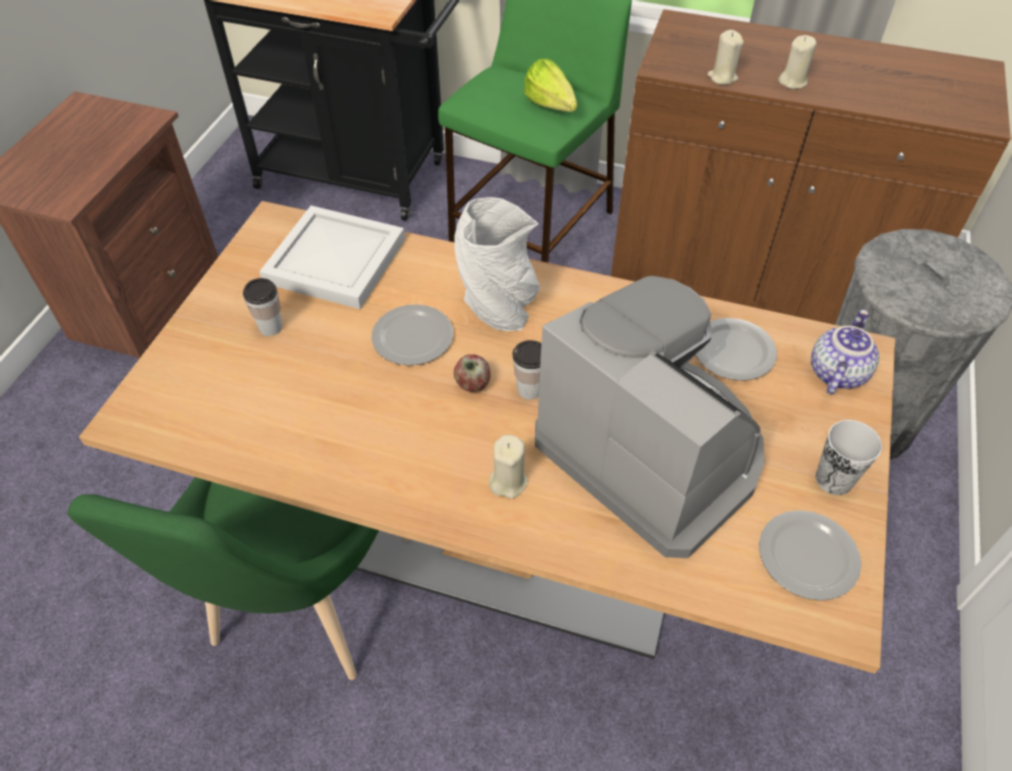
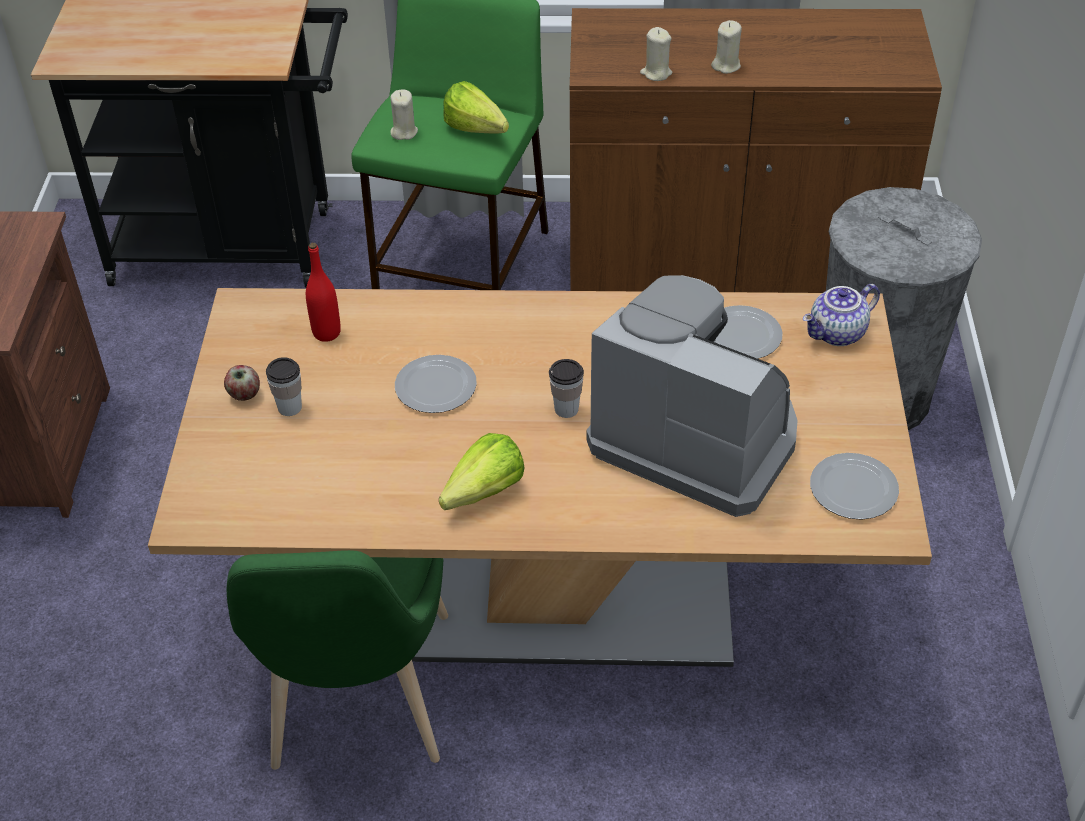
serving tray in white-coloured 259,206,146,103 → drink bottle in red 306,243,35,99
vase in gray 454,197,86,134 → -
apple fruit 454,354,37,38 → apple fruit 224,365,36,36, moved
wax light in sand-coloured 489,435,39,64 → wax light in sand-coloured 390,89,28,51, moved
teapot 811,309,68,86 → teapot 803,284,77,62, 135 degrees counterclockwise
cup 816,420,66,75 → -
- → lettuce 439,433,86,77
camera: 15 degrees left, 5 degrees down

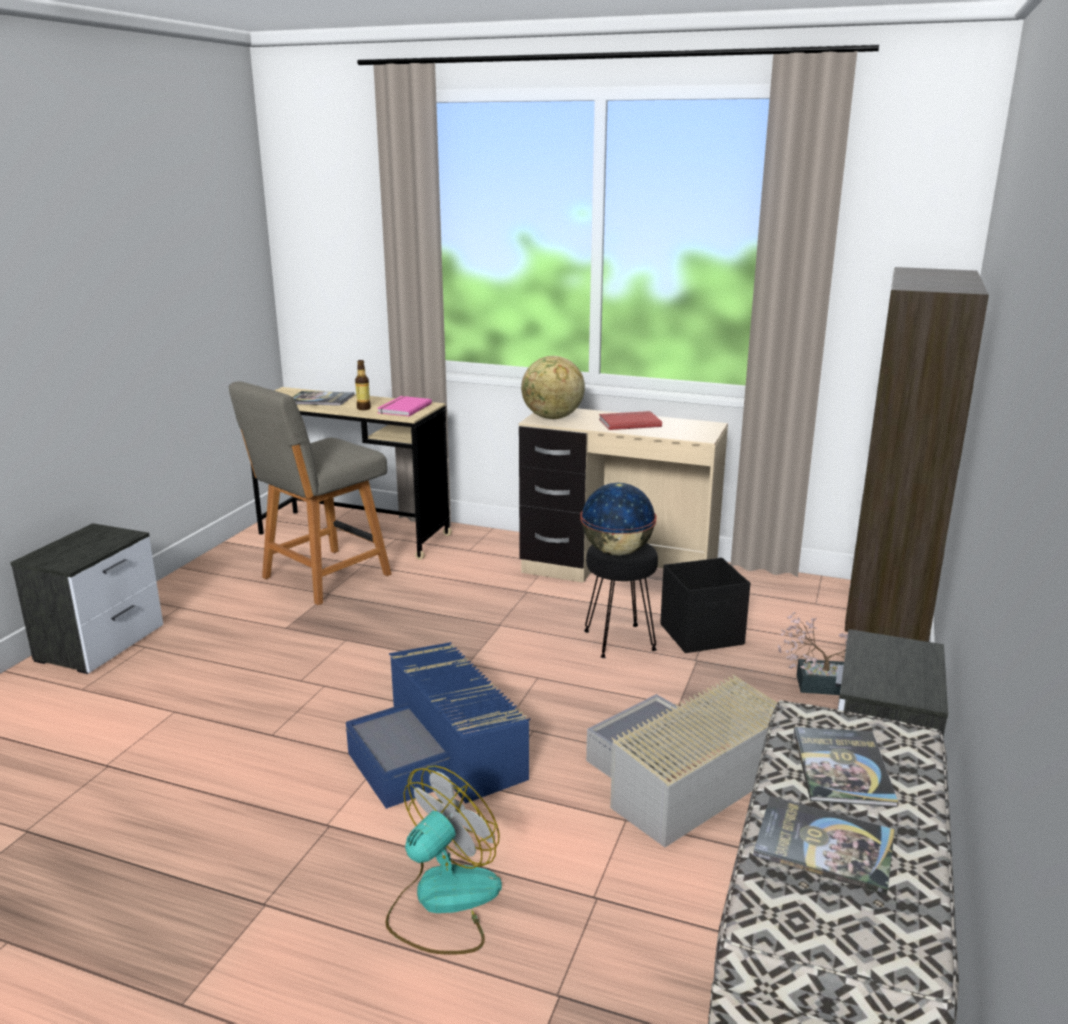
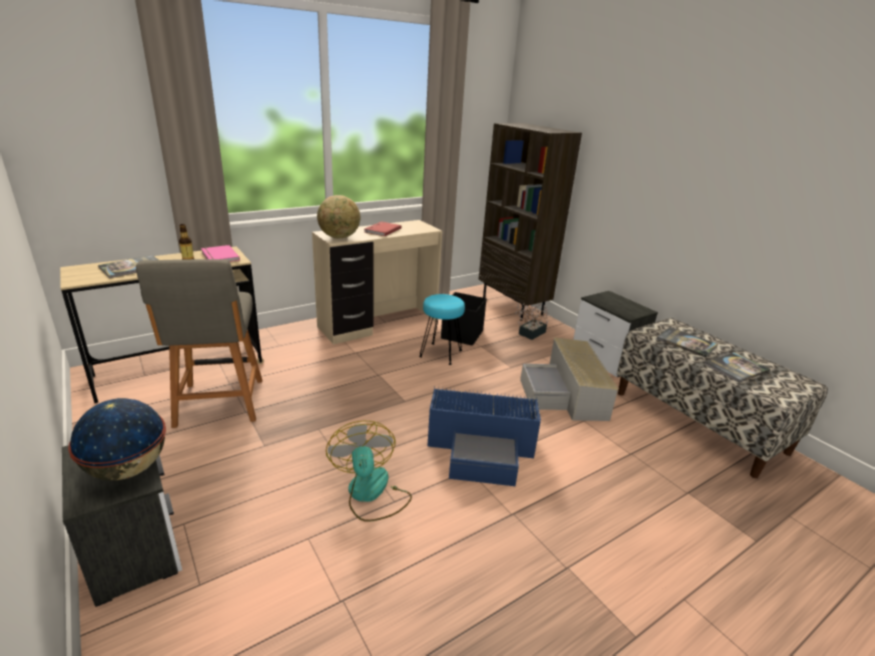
electric fan 385,765,117,190 → electric fan 326,421,86,101, moved
world globe 580,483,77,73 → world globe 68,398,98,82, moved
stool in black 584,543,74,115 → stool in blue-green 419,294,46,71
camera: 55 degrees left, 5 degrees up

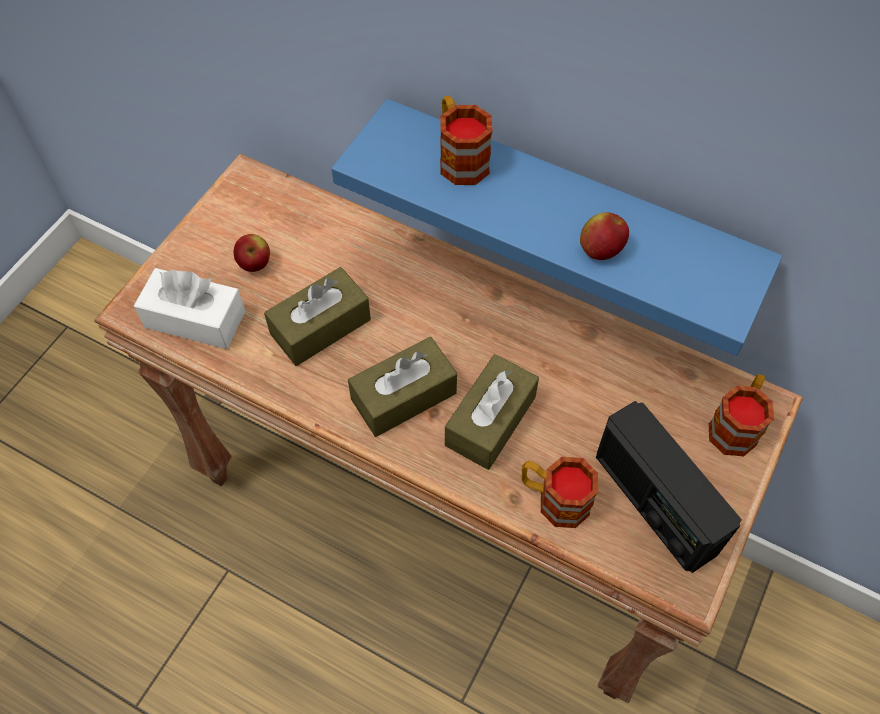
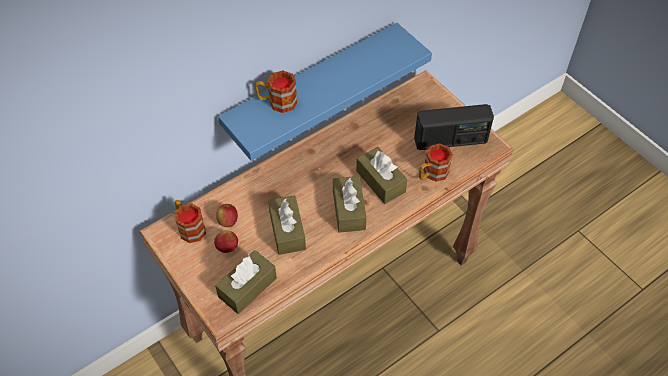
tissue box in white-coloured 134,268,111,81 → tissue box in brown 215,250,62,64
apple fruit 580,212,49,48 → apple fruit 216,204,22,23, moved
coffee mug 708,374,66,82 → coffee mug 175,200,31,43, moved
camera: 65 degrees left, 5 degrees down

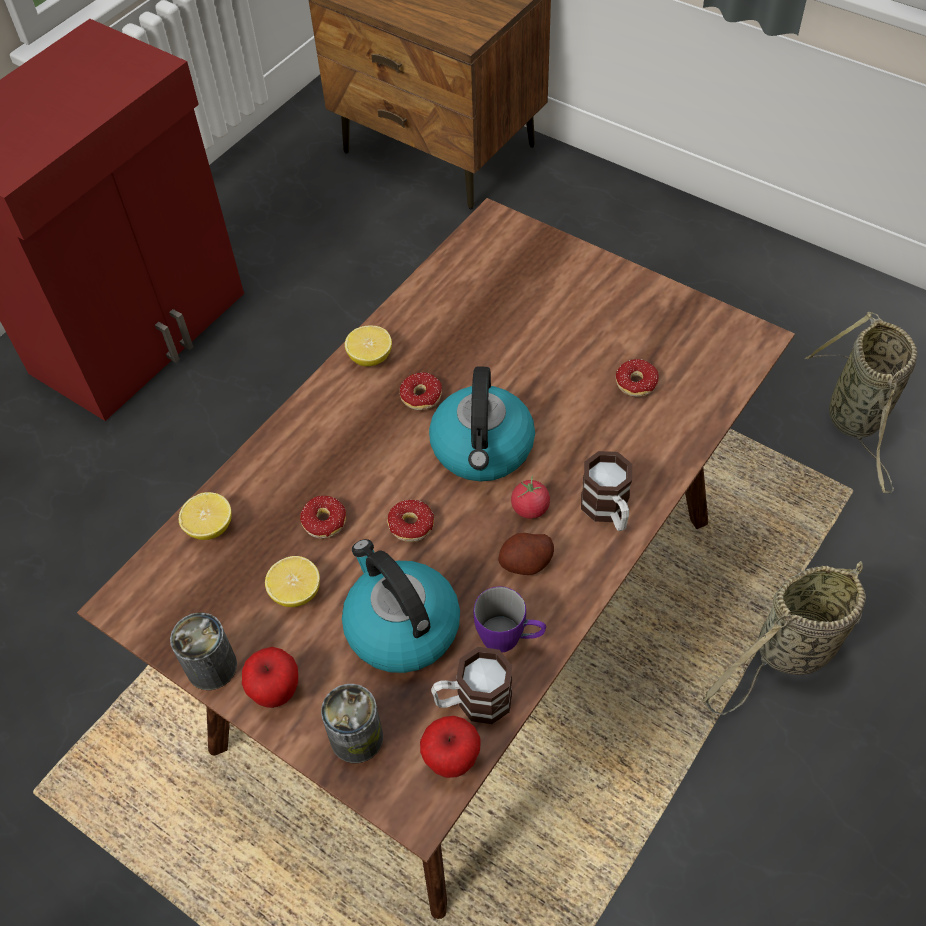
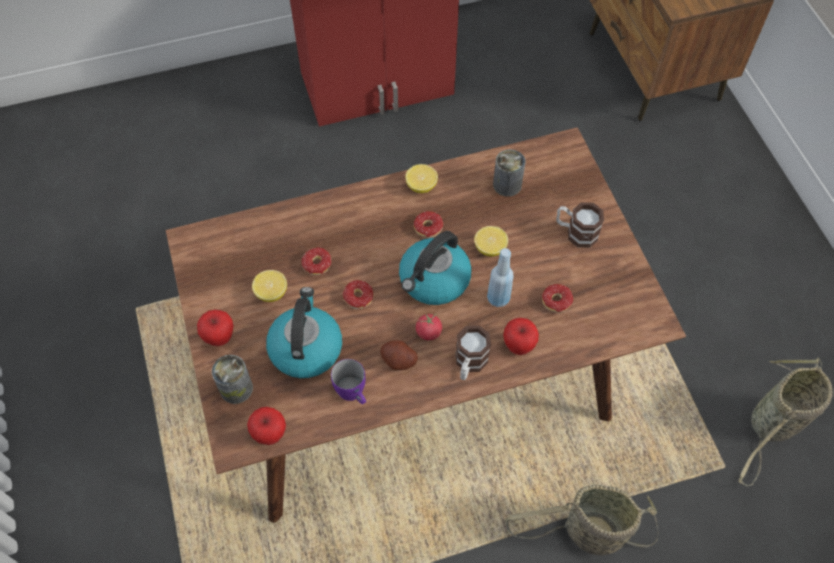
metal can 170,613,67,77 → metal can 493,149,33,48, moved
lemon 179,492,53,48 → lemon 474,226,34,31, moved
coffee mug 431,647,82,77 → coffee mug 556,202,48,46, moved
- → drink bottle in blue-coloured 487,248,26,59
- → apple fruit 503,318,36,37
camera: 35 degrees right, 5 degrees up

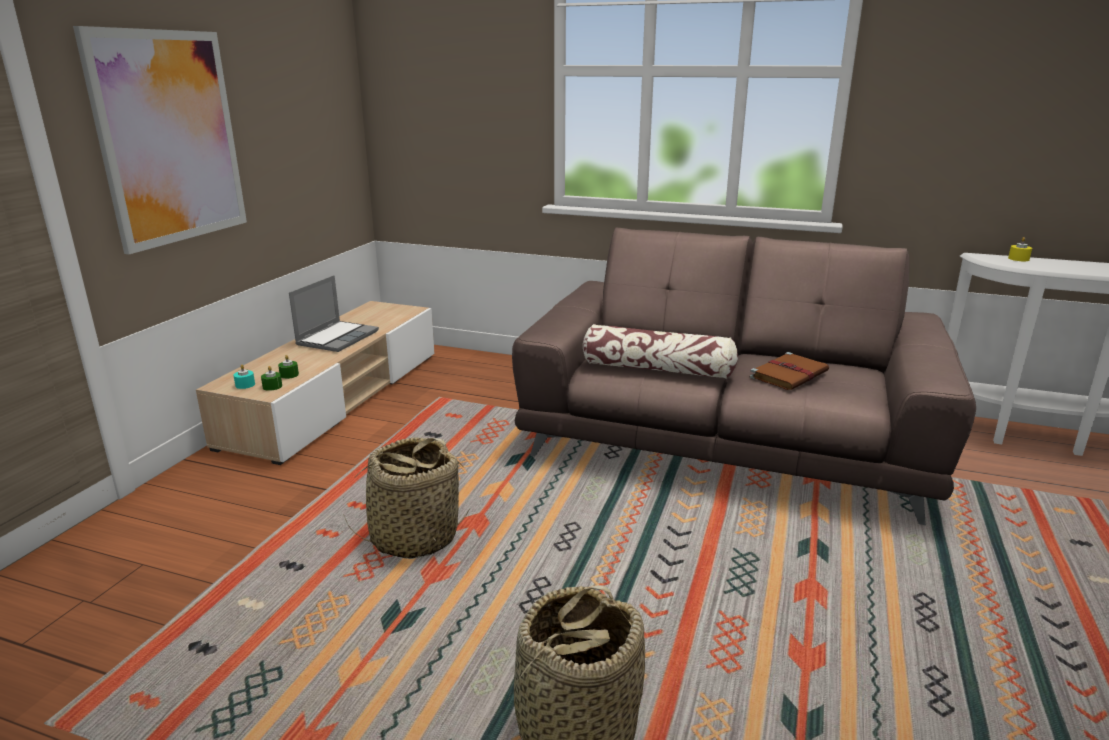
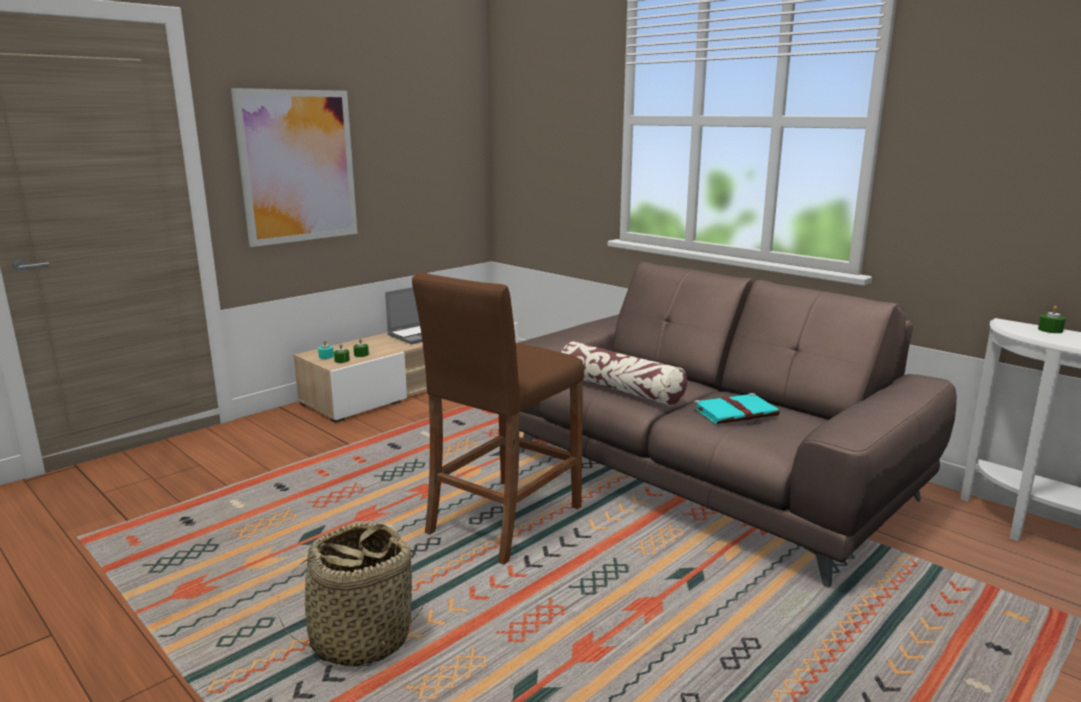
household basket 343,437,127,122 → -
book in brown 750,352,79,38 → book in blue-green 693,393,87,31
wax light in yellowish 1008,237,24,24 → wax light in green-coloured 1038,306,28,27
- → stool in brown 412,272,172,293
camera: 25 degrees right, 5 degrees down

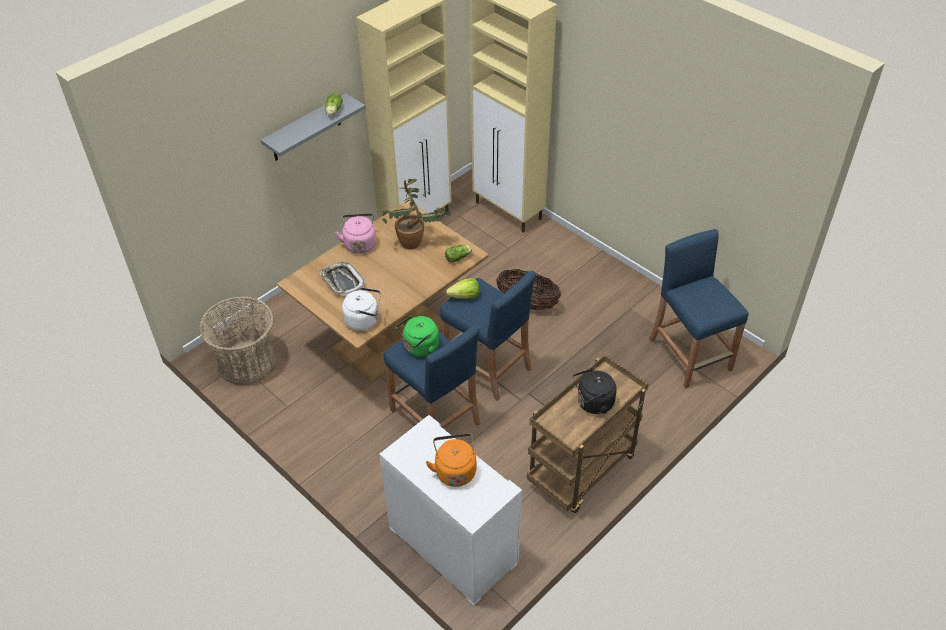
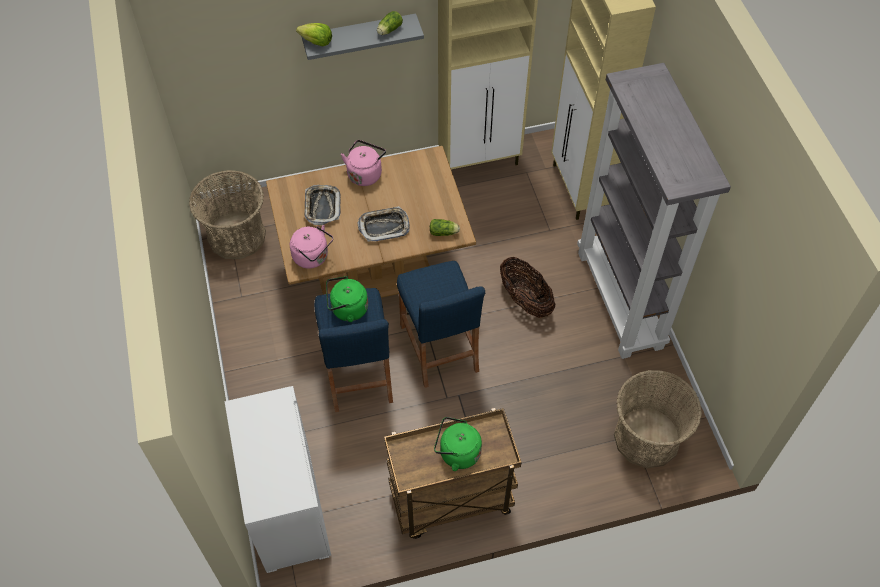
water kettle in white-coloured 342,287,39,44 → water kettle in pink-coloured 290,225,43,44
plant in a pot 382,178,69,71 → -
water kettle in orange 426,433,50,54 → -
lettuce 446,278,33,21 → lettuce 296,23,36,23, moved
water kettle in black 573,368,44,46 → water kettle in green-coloured 434,417,48,54
stool in blue-coloured 649,229,100,160 → household basket 614,370,88,98
- → serving tray 357,206,53,36
- → bookshelf in gray 577,63,154,296
camera: 30 degrees right, 10 degrees up

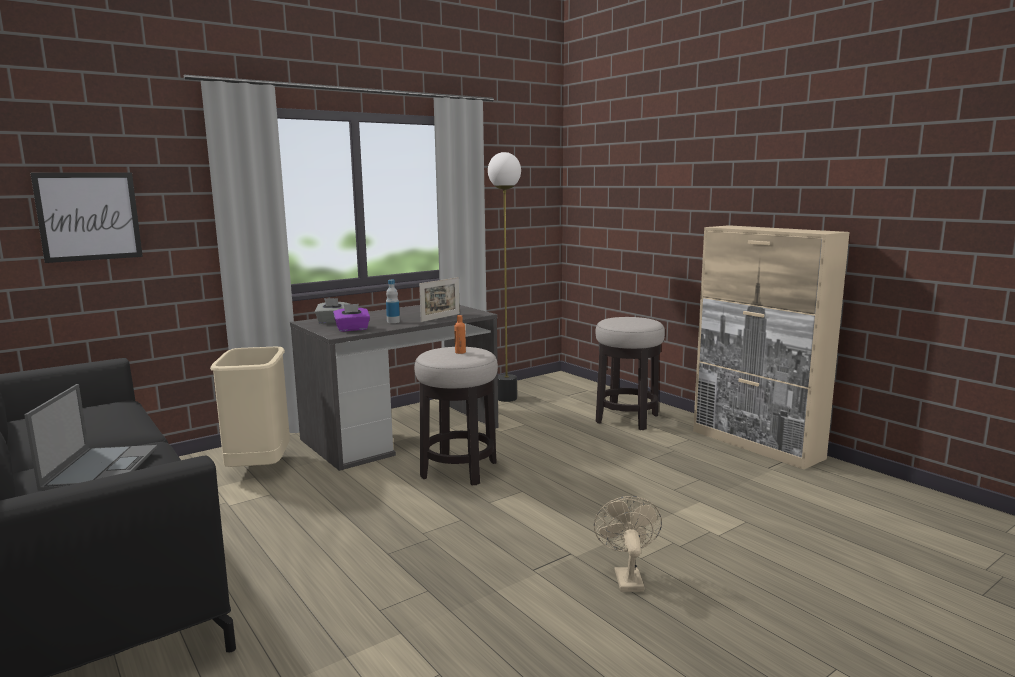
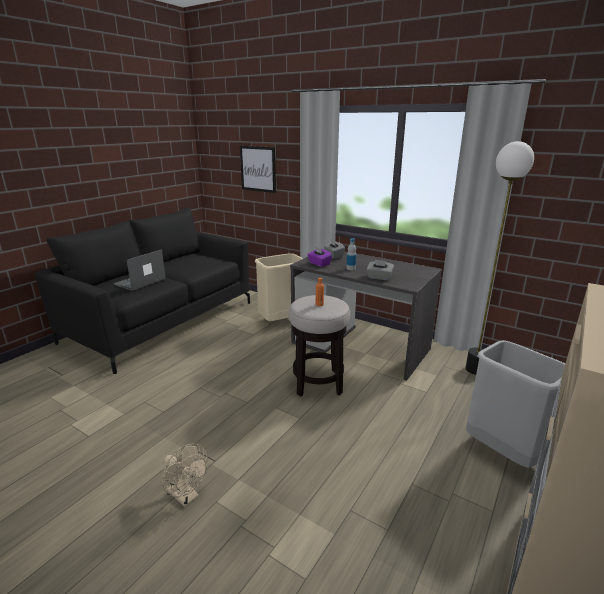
portable computer 24,384,133,107 → portable computer 113,250,53,41, 150 degrees clockwise
picture frame 419,277,41,45 → tissue box in gray 366,259,28,21
electric fan in sand-coloured 594,496,68,96 → electric fan in sand-coloured 162,443,46,64, 60 degrees clockwise
stool 595,317,70,113 → waste bin in gray 466,340,99,128
camera: 70 degrees right, 10 degrees up

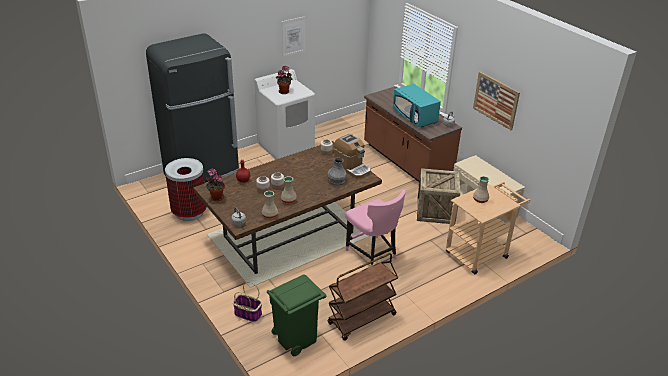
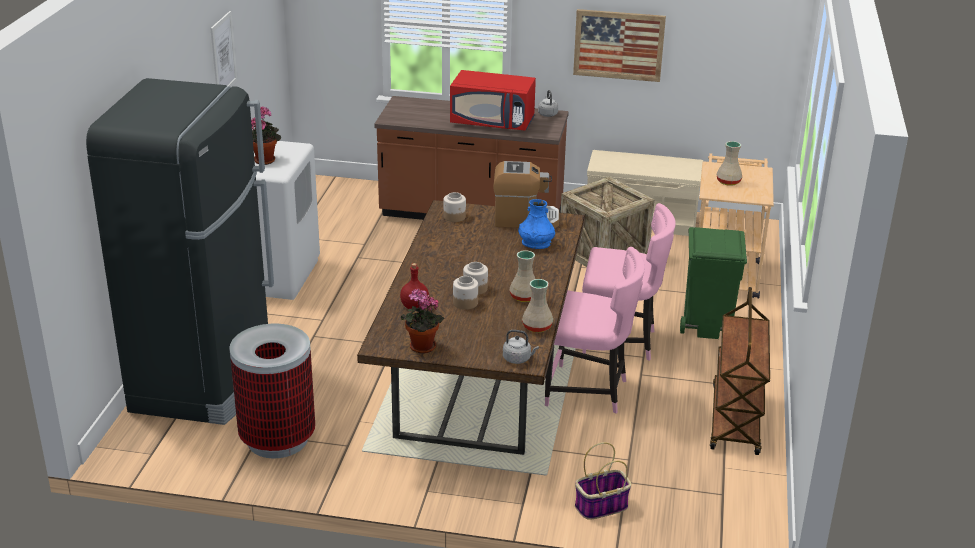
waste bin in green-coloured 267,274,60,82 → waste bin in green-coloured 680,227,67,112, moved
vase in gray 327,157,20,28 → vase in blue-coloured 518,199,37,50
kitchen microwave in blue-green 393,84,48,43 → kitchen microwave in red 450,70,86,60
- → chair in pink-coloured 545,247,100,166
camera: 45 degrees left, 5 degrees down

